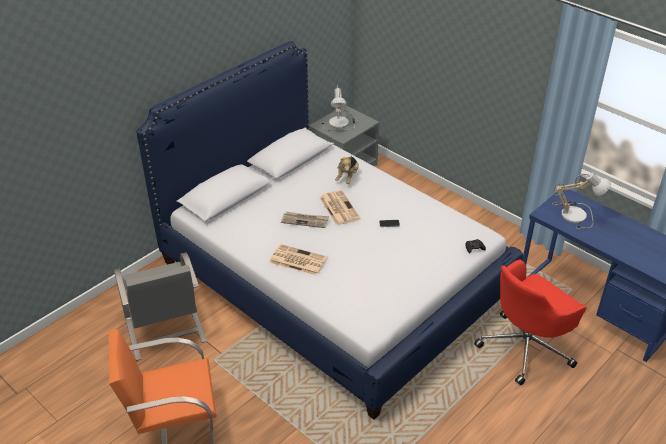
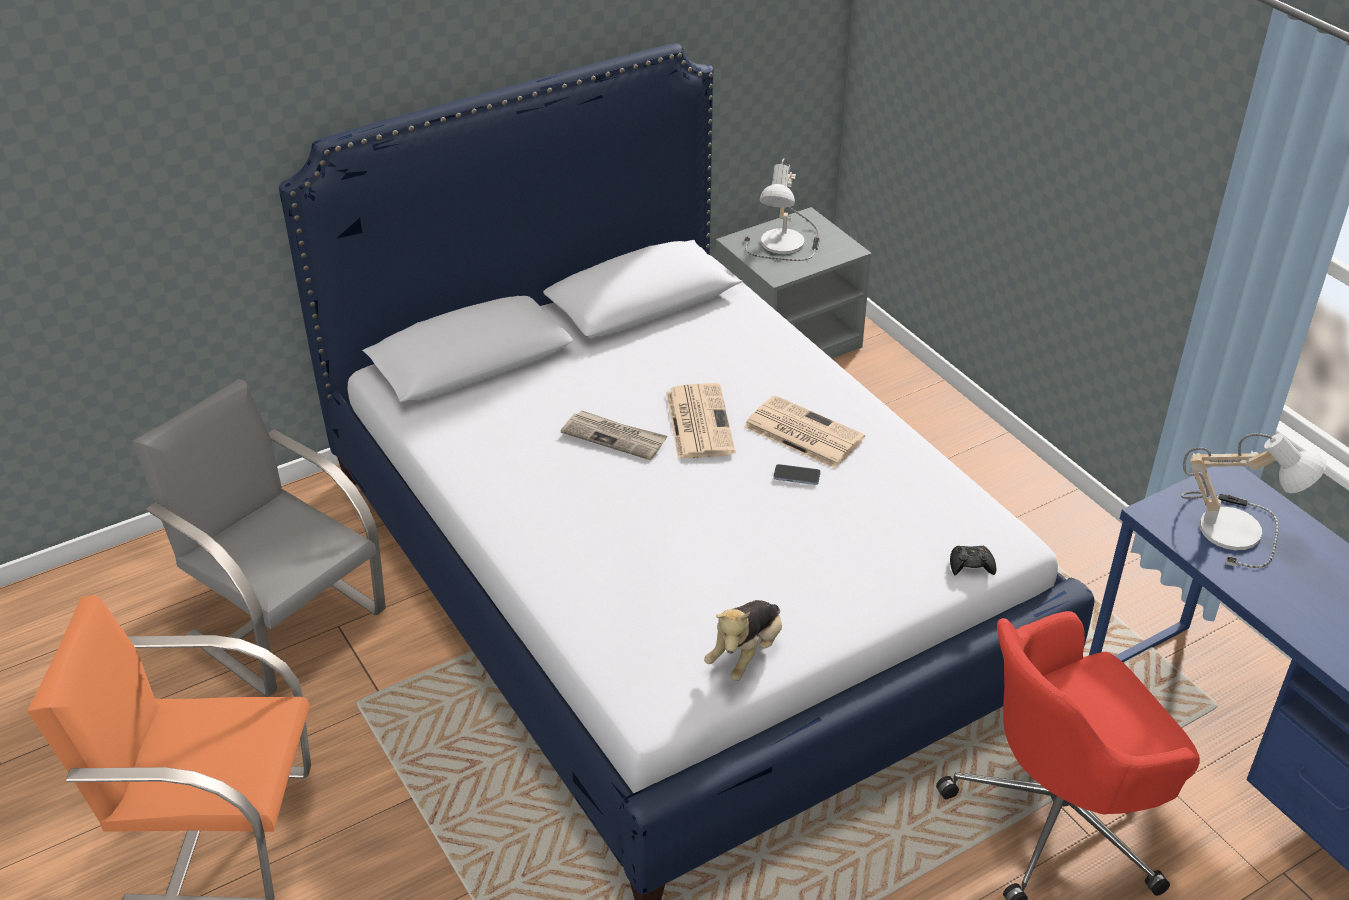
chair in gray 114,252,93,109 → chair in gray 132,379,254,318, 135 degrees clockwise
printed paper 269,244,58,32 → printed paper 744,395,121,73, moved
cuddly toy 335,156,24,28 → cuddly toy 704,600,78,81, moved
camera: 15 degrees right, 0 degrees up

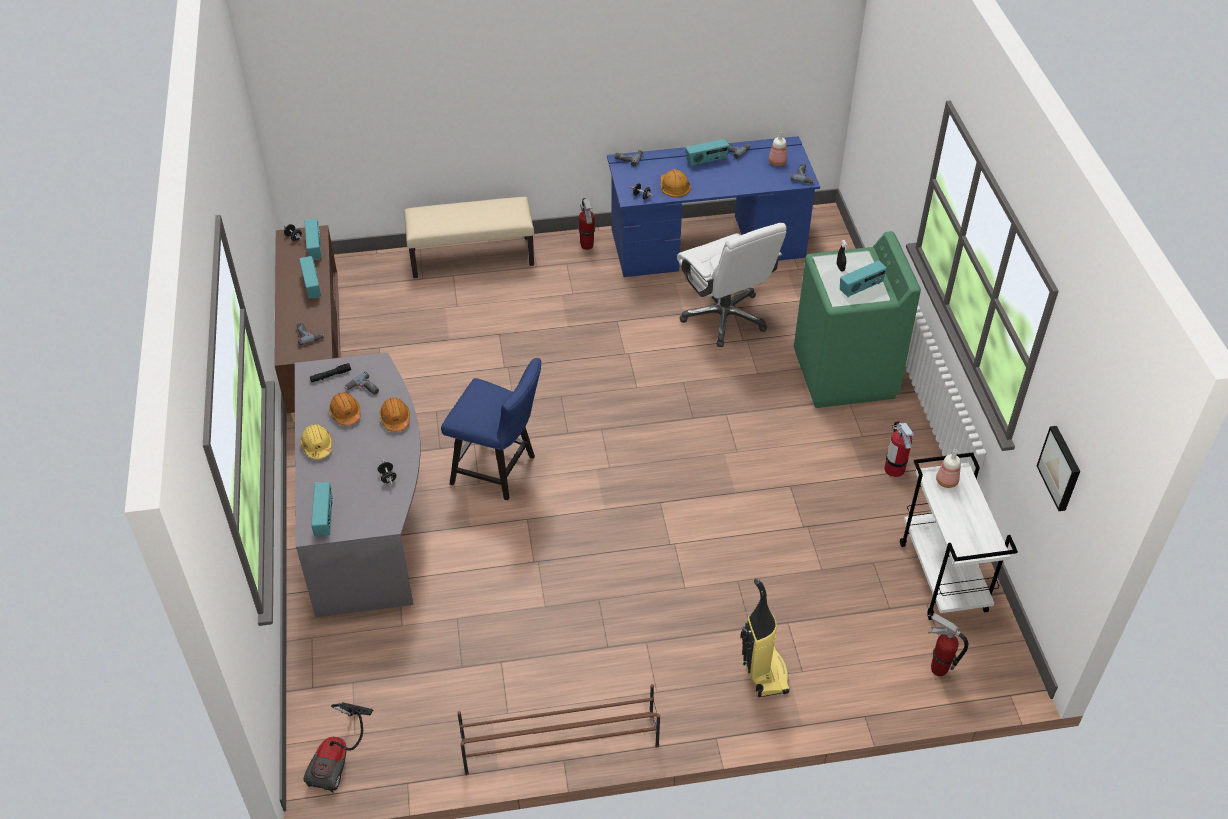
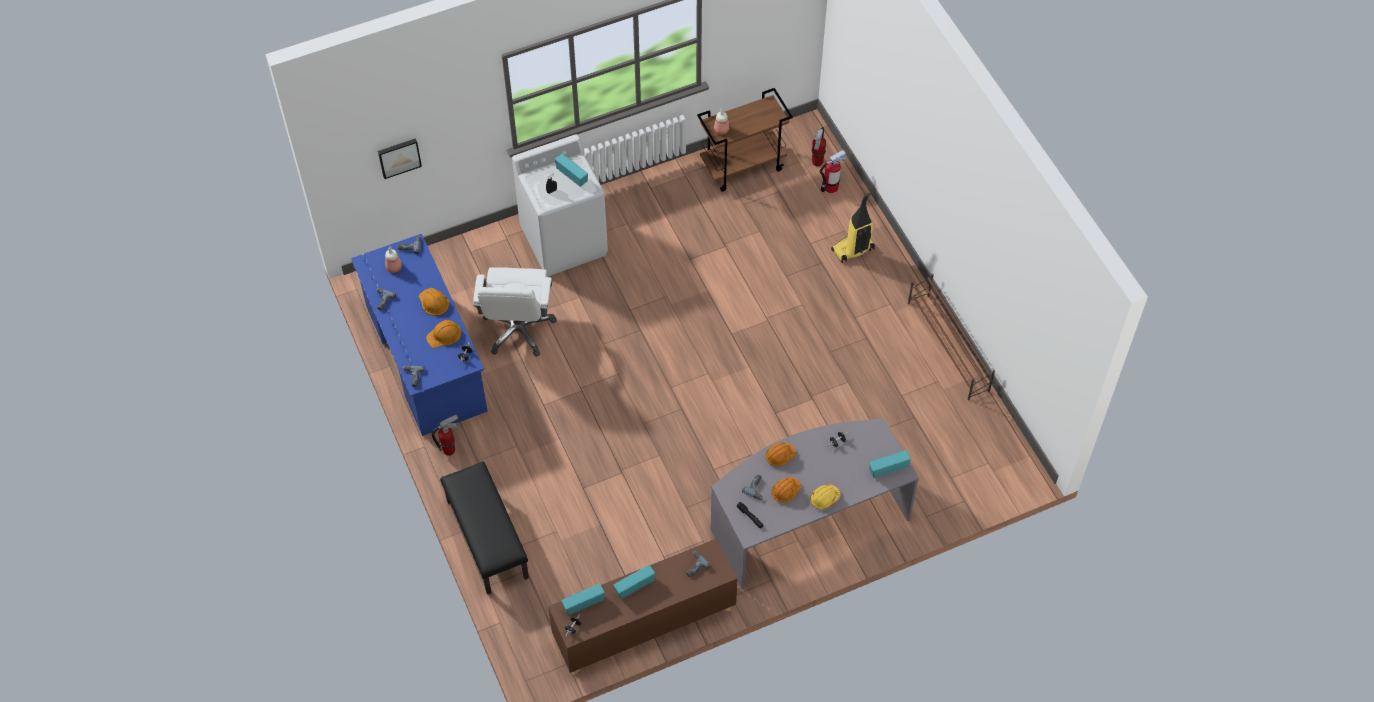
vacuum cleaner 303,702,70,90 → -
long seat in sand-coloured 404,197,130,81 → long seat in black 440,461,89,134
chair in blue-coloured 441,358,101,142 → -
office chair in white-coloured 677,223,110,124 → office chair in white-coloured 473,267,84,90, 135 degrees clockwise
radio 686,139,43,28 → -
laundry machine in green-coloured 794,231,127,177 → laundry machine in white-coloured 512,135,96,141
fire extinguisher 884,421,30,56 → fire extinguisher 819,150,28,43, moved
cart in white-coloured 900,452,118,168 → cart in brown 697,88,96,104
wall art 1037,426,43,85 → wall art 378,138,44,41, moved
- → hard hat in orange 419,288,30,28
camera: 105 degrees left, 10 degrees up

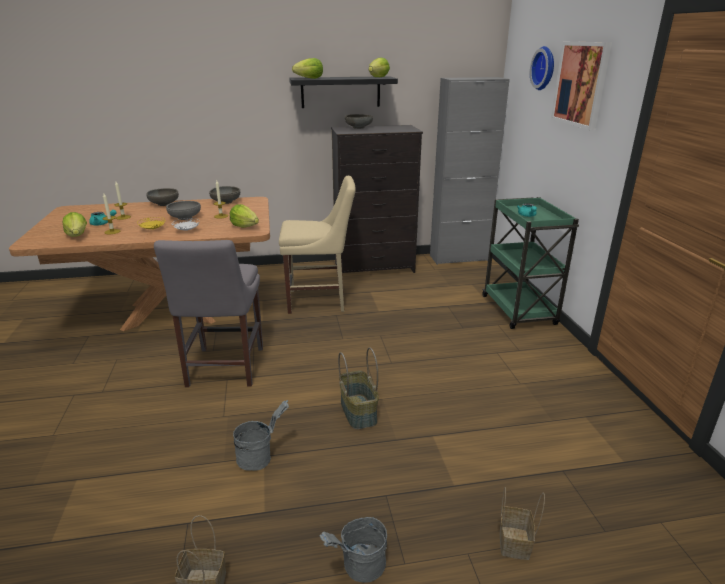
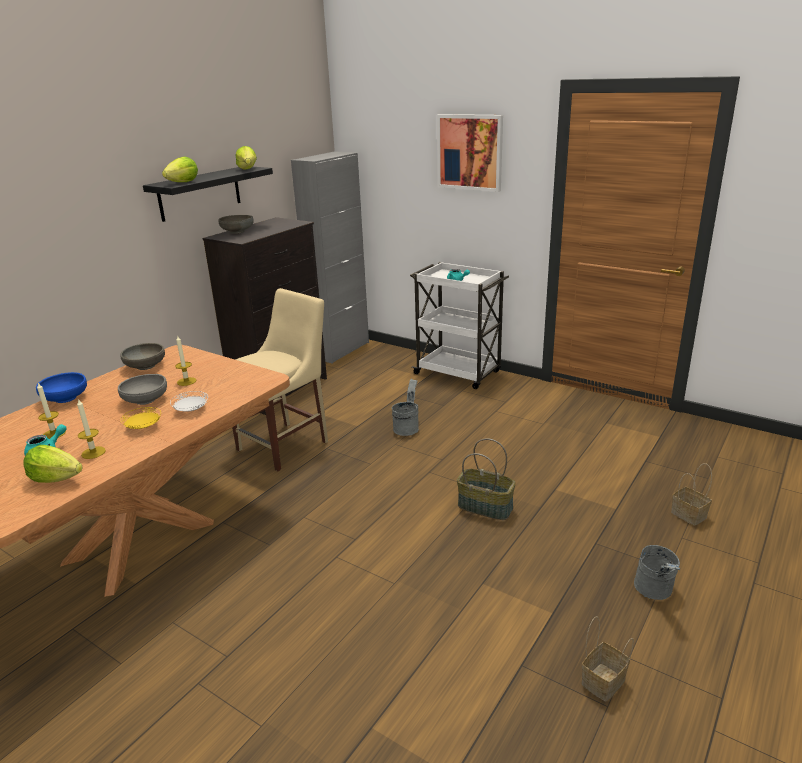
serving bowl in gray 146,188,33,18 → serving bowl in blue-coloured 36,372,51,31
chair in gray 154,240,109,147 → -
lettuce 230,204,29,24 → -
pail in gray 233,400,56,71 → pail in gray 392,379,27,57, moved
cart in green-coloured 482,197,97,132 → cart in white-coloured 410,262,99,127
wall clock 530,46,24,44 → -
camera: 45 degrees left, 0 degrees up

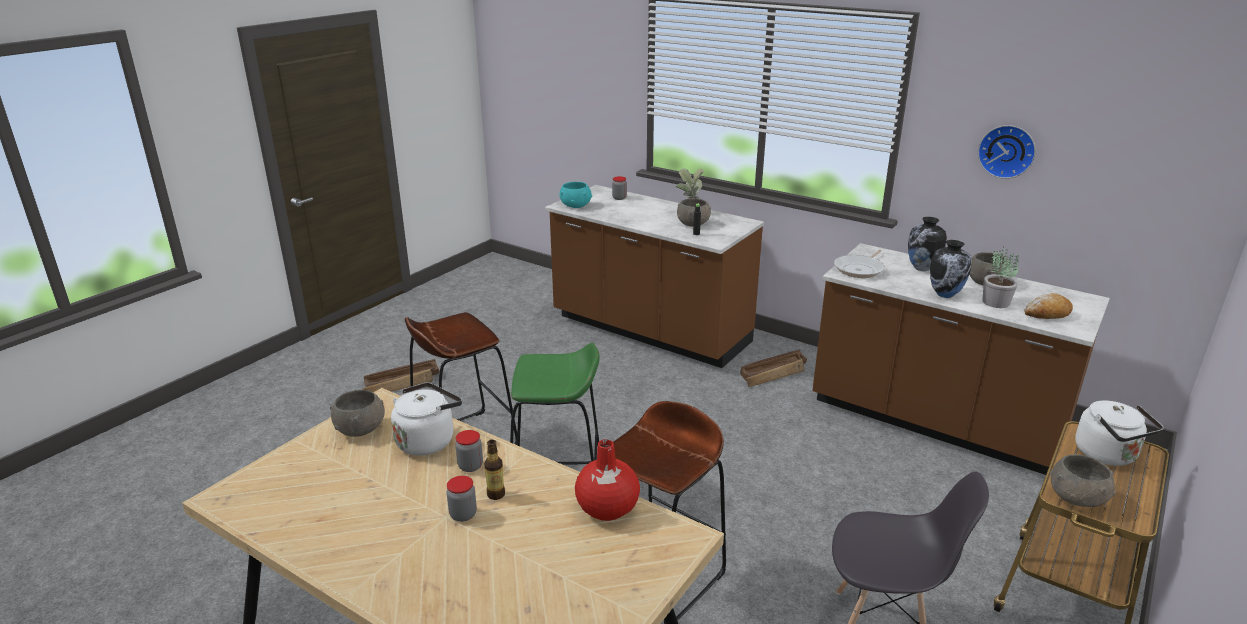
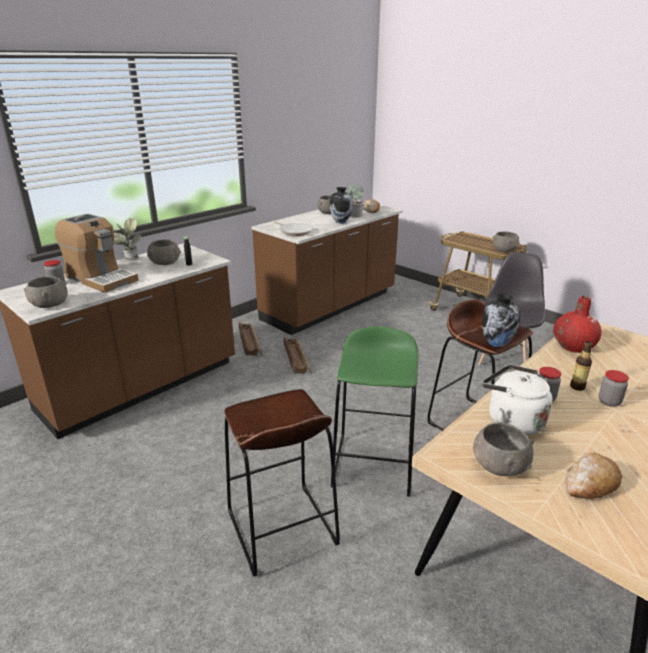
packing crate 362,359,77,33 → packing crate 283,337,29,37, moved
serving bowl in blue-green 559,182,33,26 → serving bowl in gray 24,276,44,32
vase 908,217,39,54 → vase 482,293,39,54, moved
wall clock 978,125,58,54 → -
water kettle in white-coloured 1075,400,89,66 → -
- → coffee machine 55,214,84,79
- → bakery bread 566,452,56,47
camera: 80 degrees left, 0 degrees up

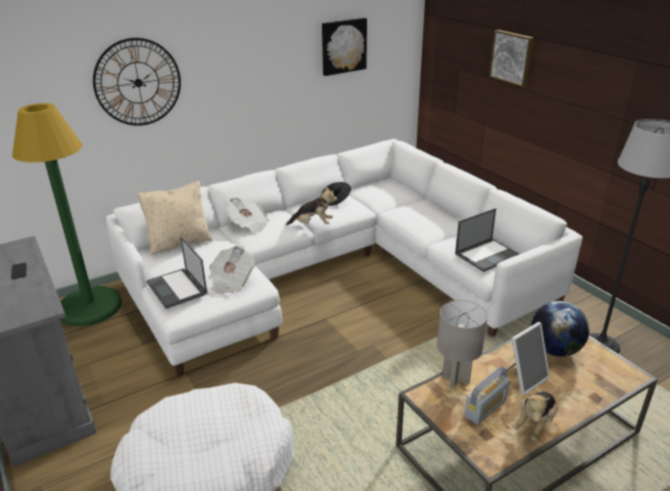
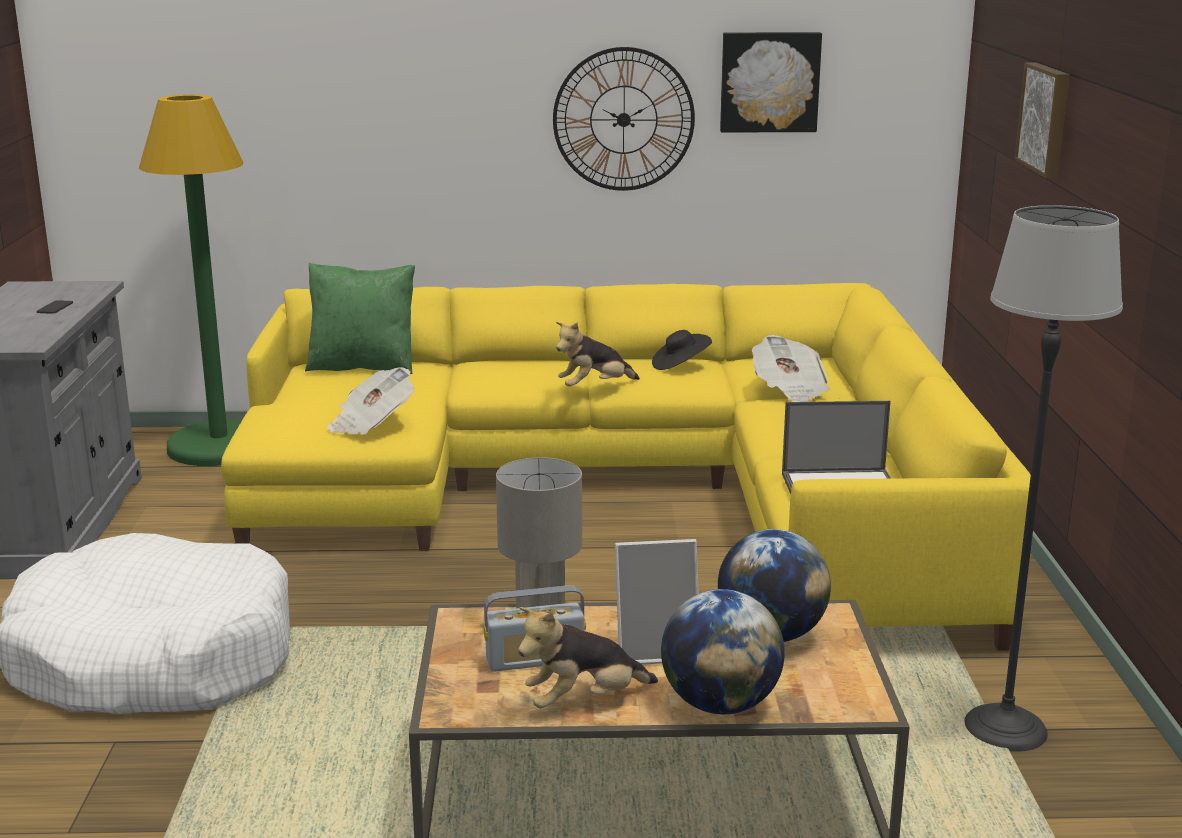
wall clock 93,38,88,88 → wall clock 553,47,142,144, moved
couch in white-coloured 106,139,476,238 → couch in yellowish 221,283,810,368
cushion in sand-coloured 137,181,76,74 → cushion in green-coloured 305,263,110,111
portable computer 146,236,61,73 → -
printed paper 226,197,43,36 → printed paper 752,335,78,67, moved
cuddly toy 286,186,51,39 → cuddly toy 556,322,84,64, 120 degrees clockwise
- → world globe 661,589,124,125
camera: 30 degrees right, 10 degrees down

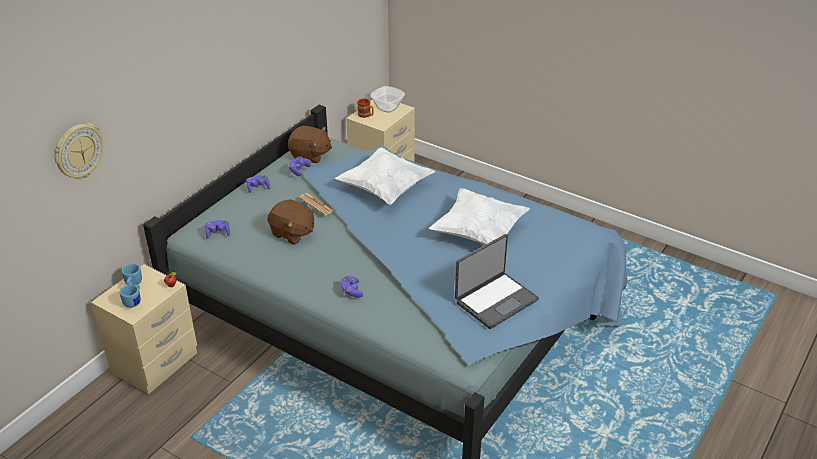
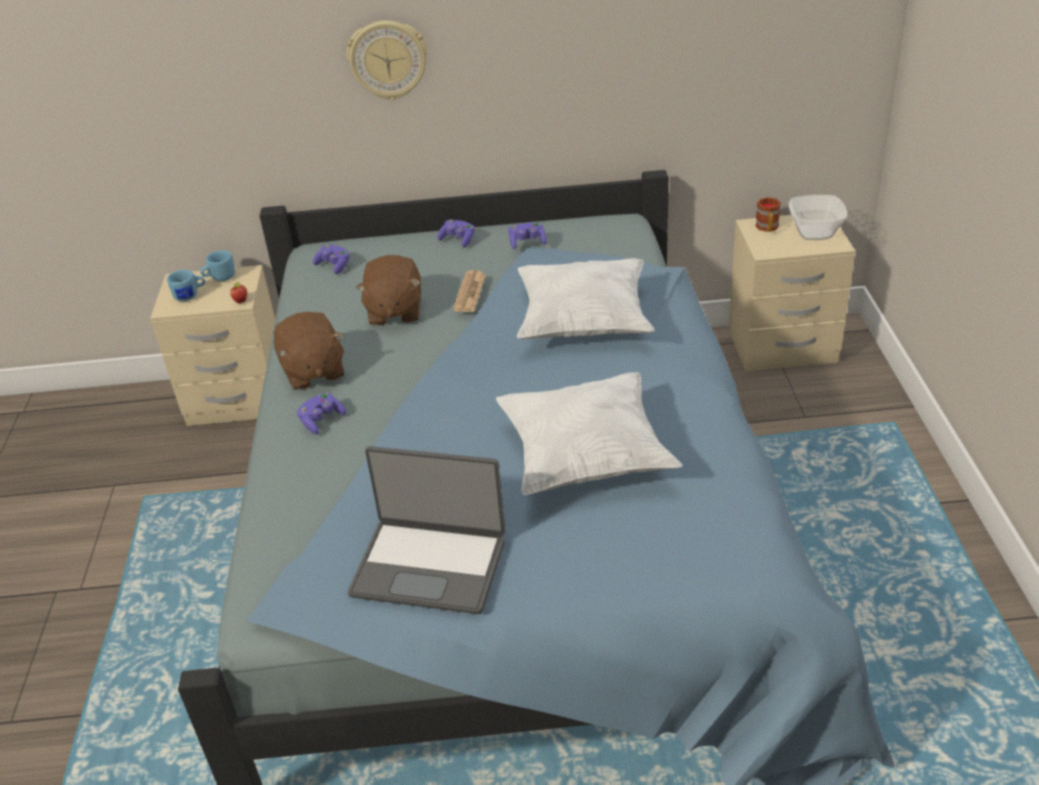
wall clock 54,123,49,56 → wall clock 346,20,81,81, moved
cuddly toy in brown 288,126,44,37 → cuddly toy in brown 274,312,70,78, moved
camera: 55 degrees right, 0 degrees up

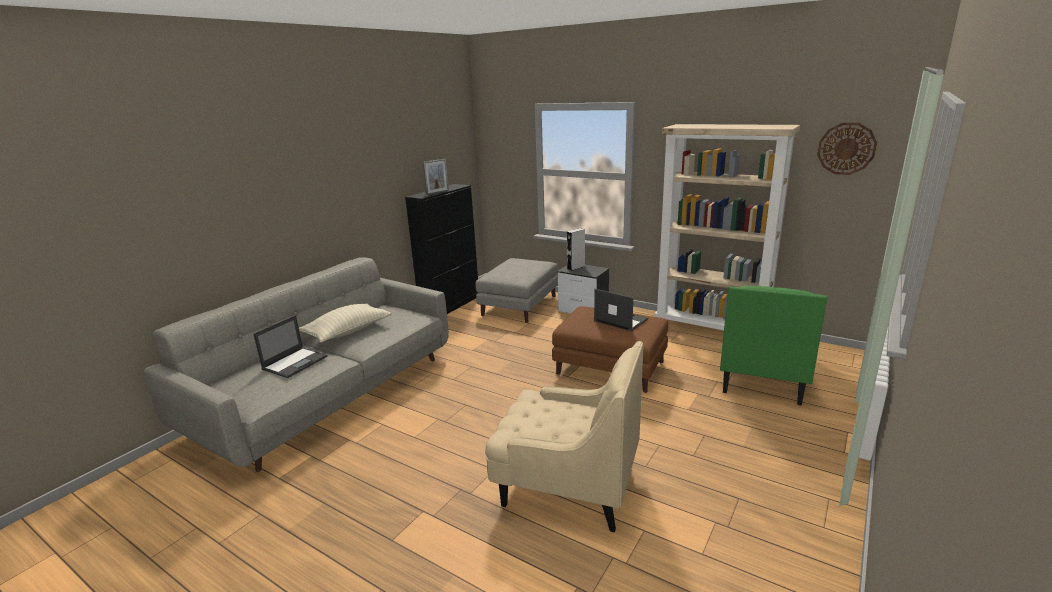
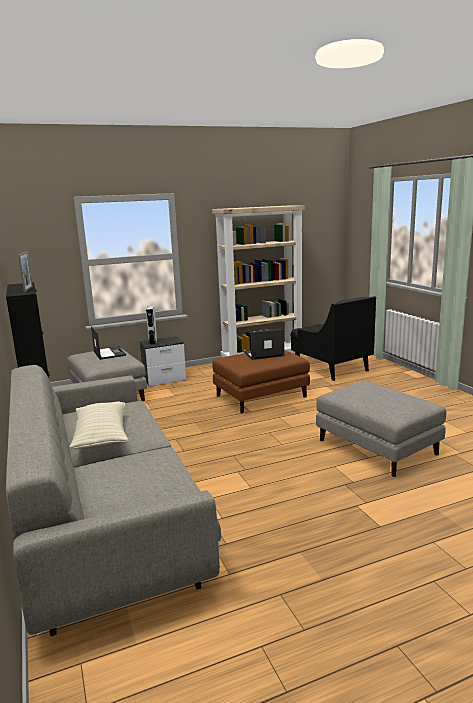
portable computer 253,315,74,63 → portable computer 91,326,35,34, moved
easy chair in sand-coloured 485,341,159,191 → pouffe in gray 316,381,130,96
easy chair in green-coloured 720,286,107,119 → easy chair in black 290,296,86,85
wall clock 817,123,60,52 → -
camera: 55 degrees left, 5 degrees down

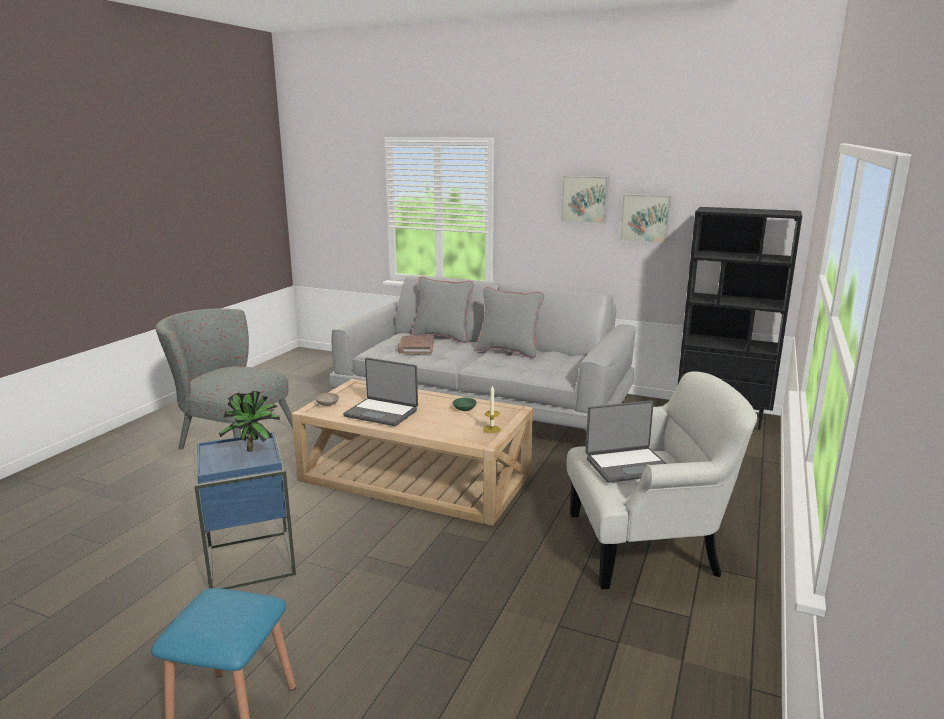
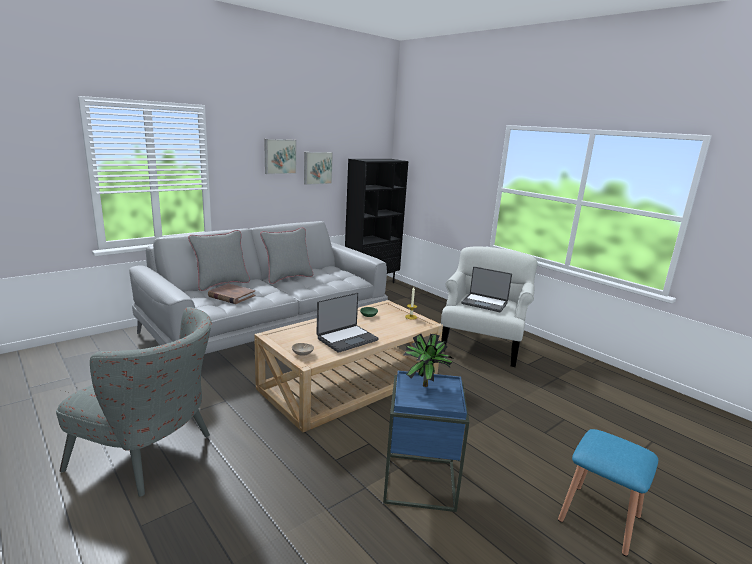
easy chair in gray 155,308,138,142 → easy chair in gray 56,307,156,190, 120 degrees counterclockwise
portable computer 585,401,82,82 → portable computer 461,266,51,46, 105 degrees clockwise
camera: 65 degrees left, 0 degrees up

